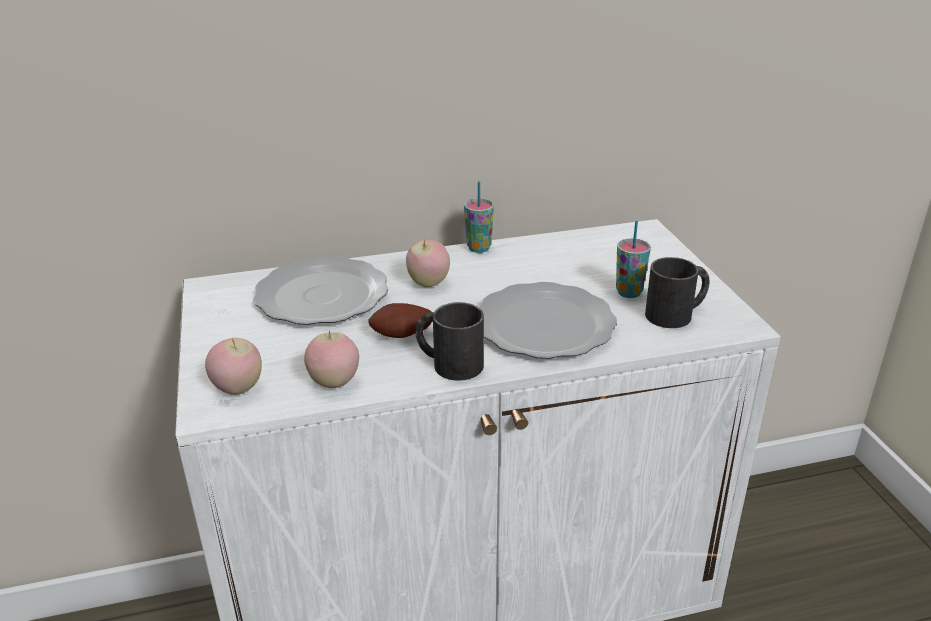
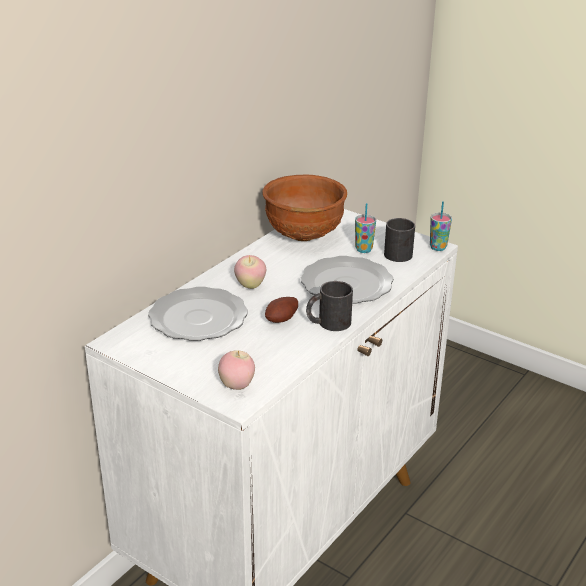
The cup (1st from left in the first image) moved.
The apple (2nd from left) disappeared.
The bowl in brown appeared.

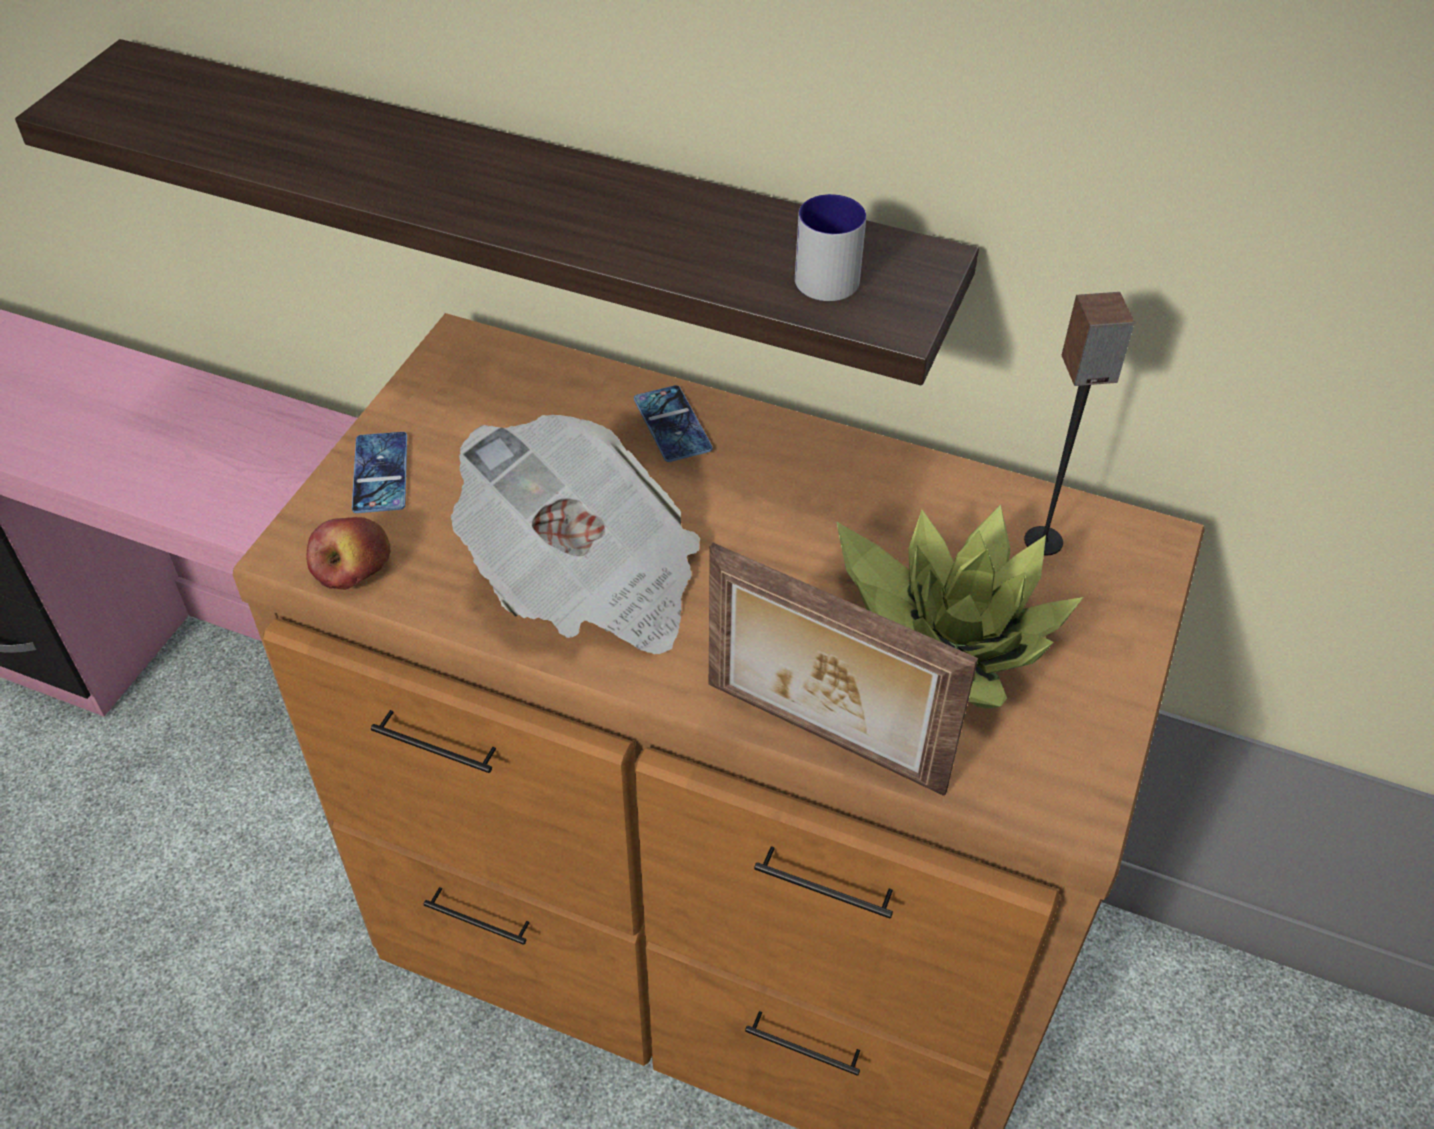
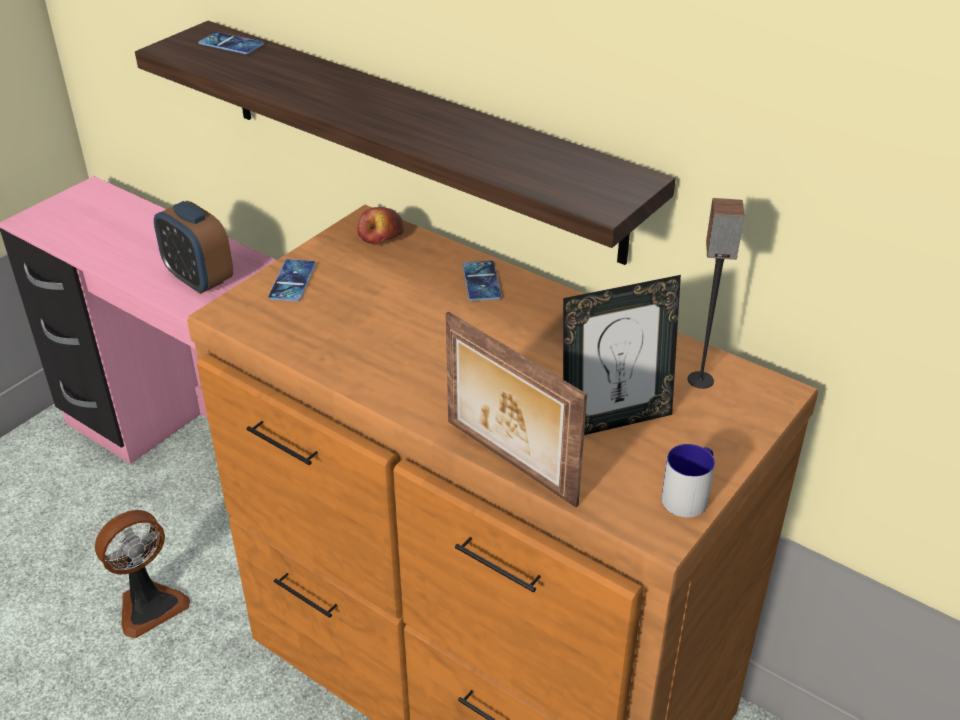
The mug moved.
The newspaper disappeared.
The potted plant was replaced by the picture frame (2nd from left).
The apple moved.
The phone (1st from left) appeared.
The alarm clock appeared.
The fan appeared.

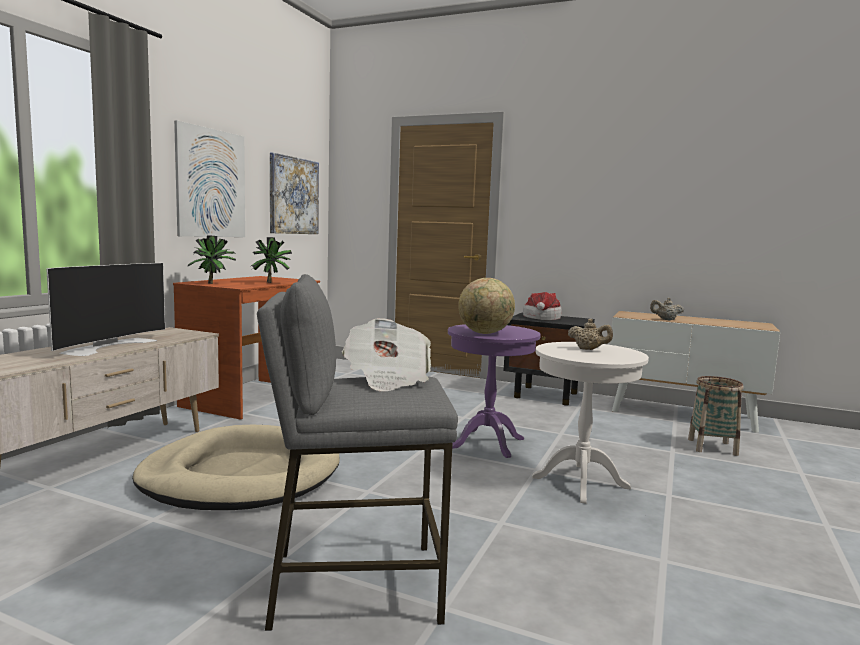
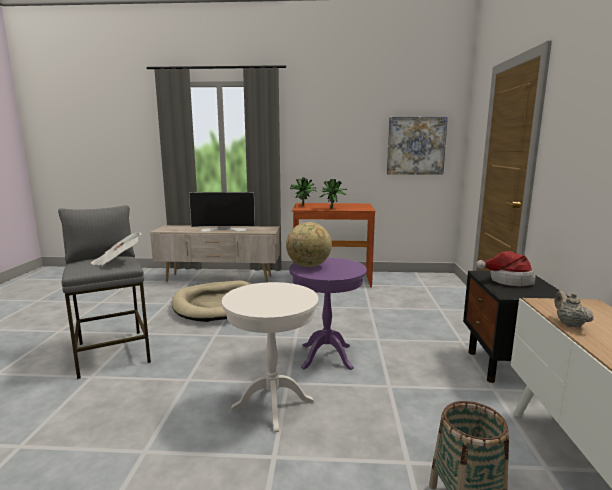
The picture (1st from left) disappeared.
The teapot in beige (1st from left) disappeared.

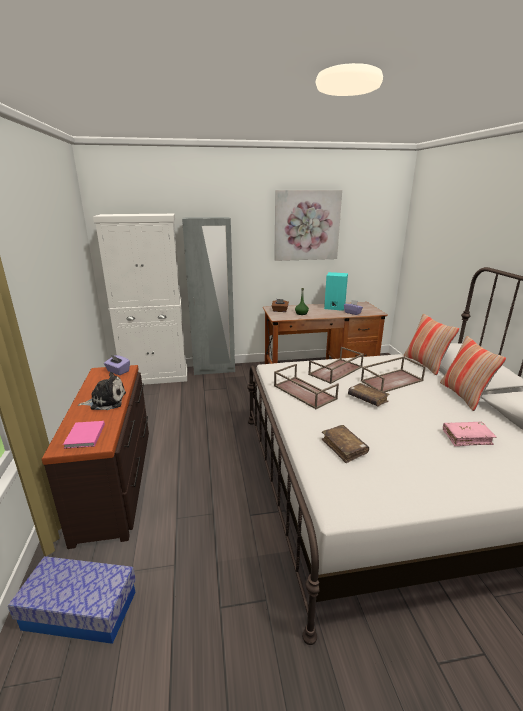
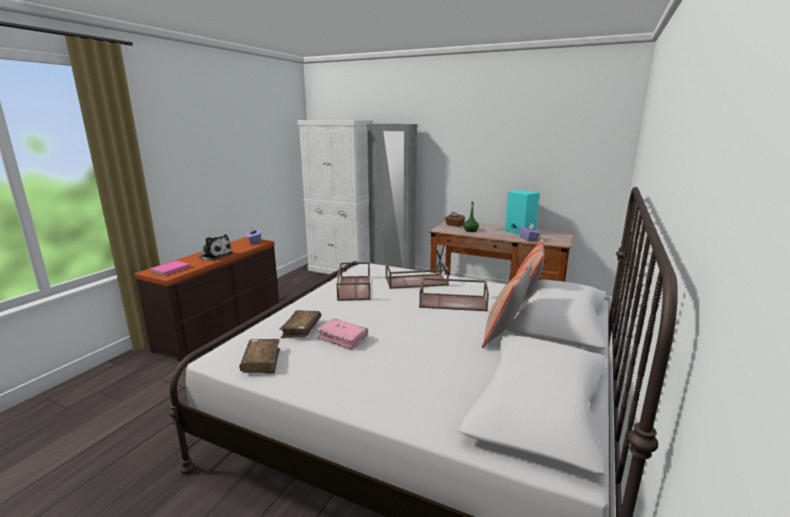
The picture disappeared.
The book in brown (2nd from left in the first image) moved.
The book in pink (2nd from left) moved.
The storage box disappeared.

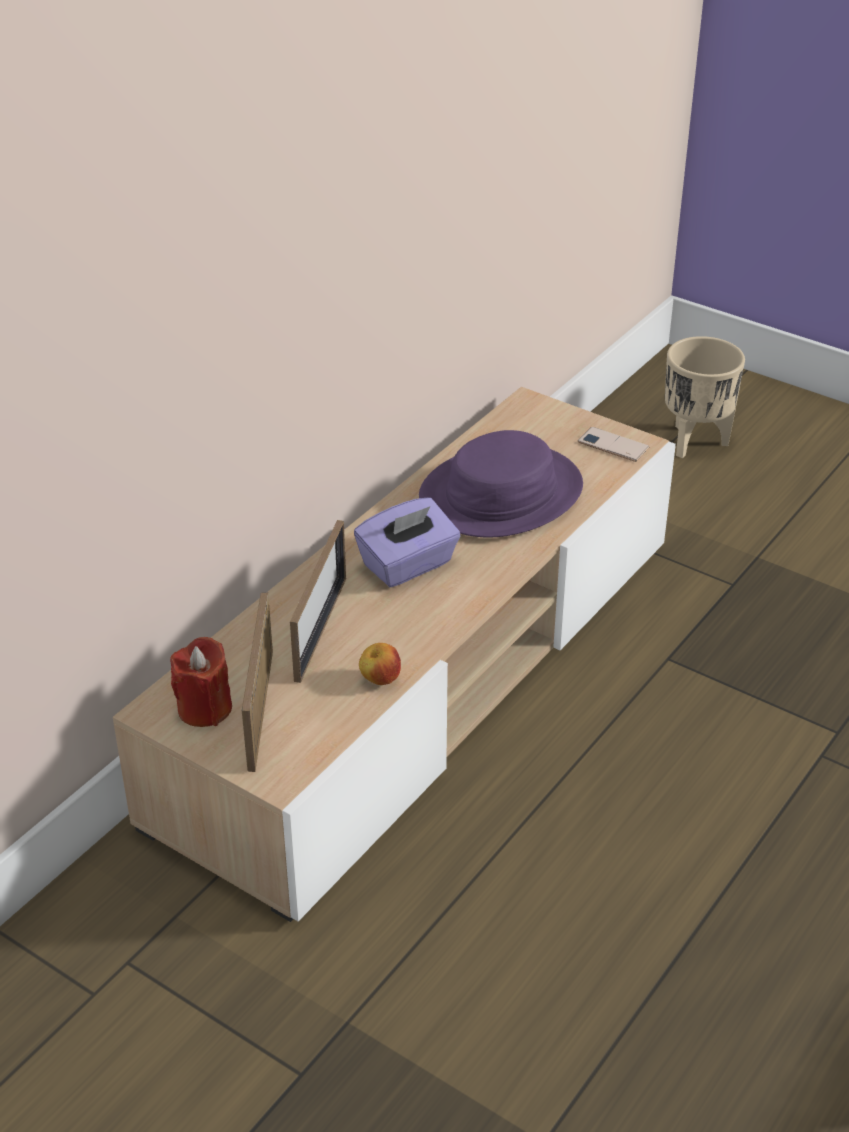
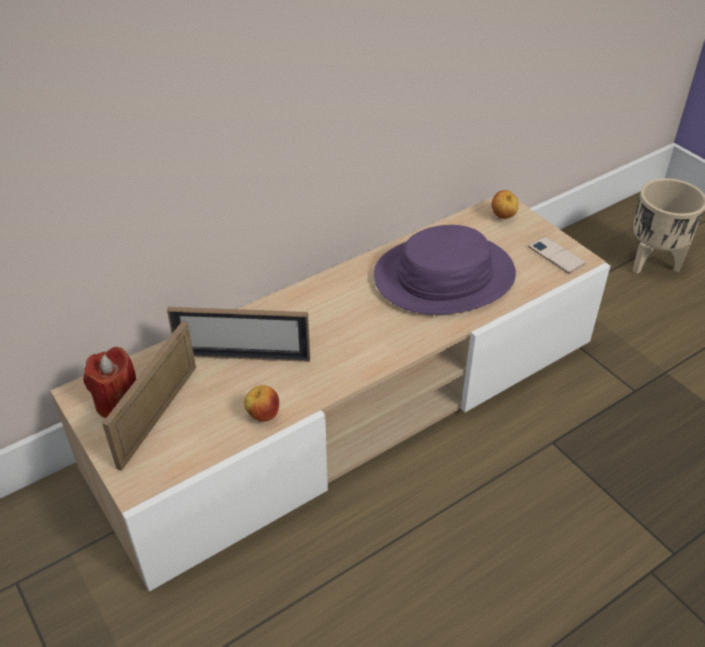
The tissue box in purple disappeared.
The picture frame (2nd from left) turned 60 degrees clockwise.
The apple (2nd from left) appeared.

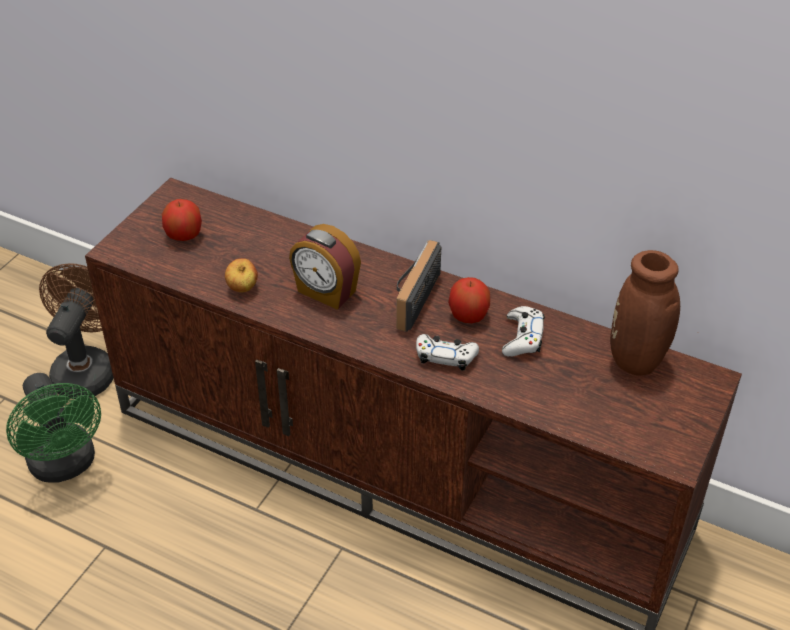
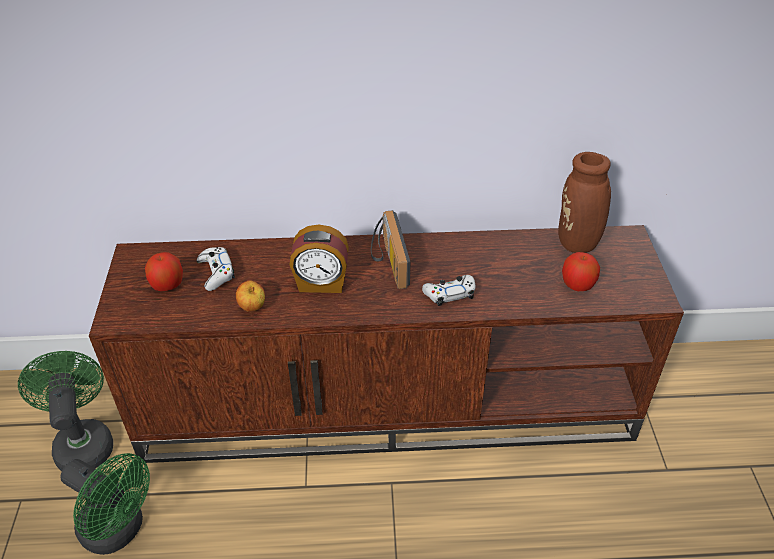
The fan in brown became the fan in green (1st from left).
The apple (3rd from left) moved.
The game controller in white (2nd from left in the first image) moved.

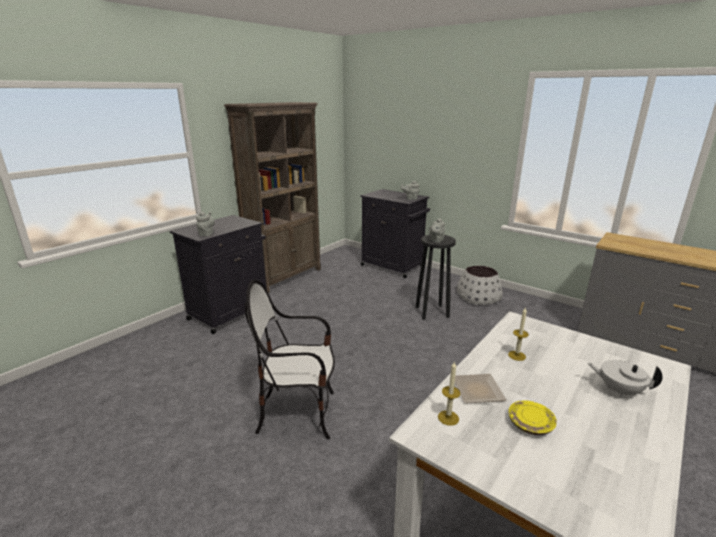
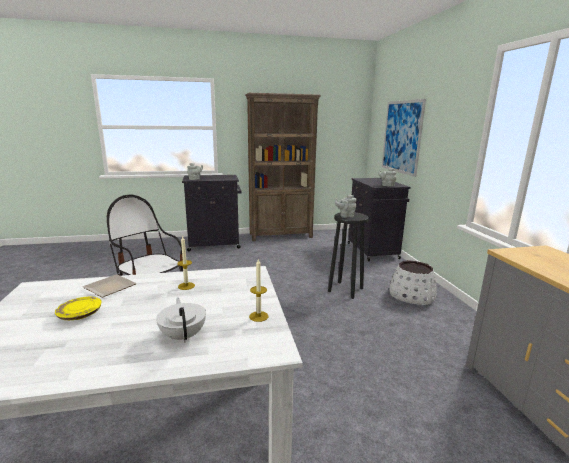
The candle (1st from left in the first image) moved.
The picture appeared.

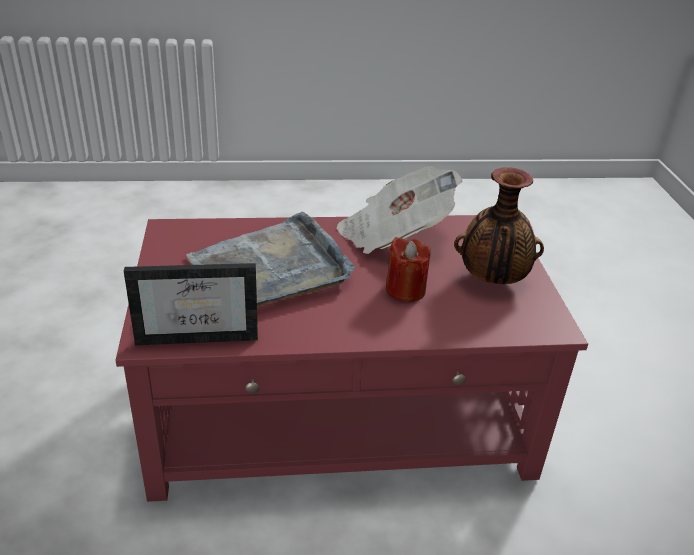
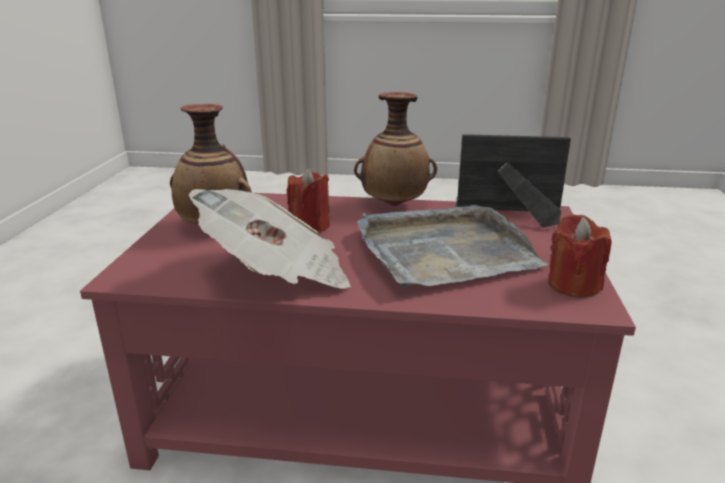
The vase (2nd from left) appeared.
The candle in red (2nd from left) appeared.

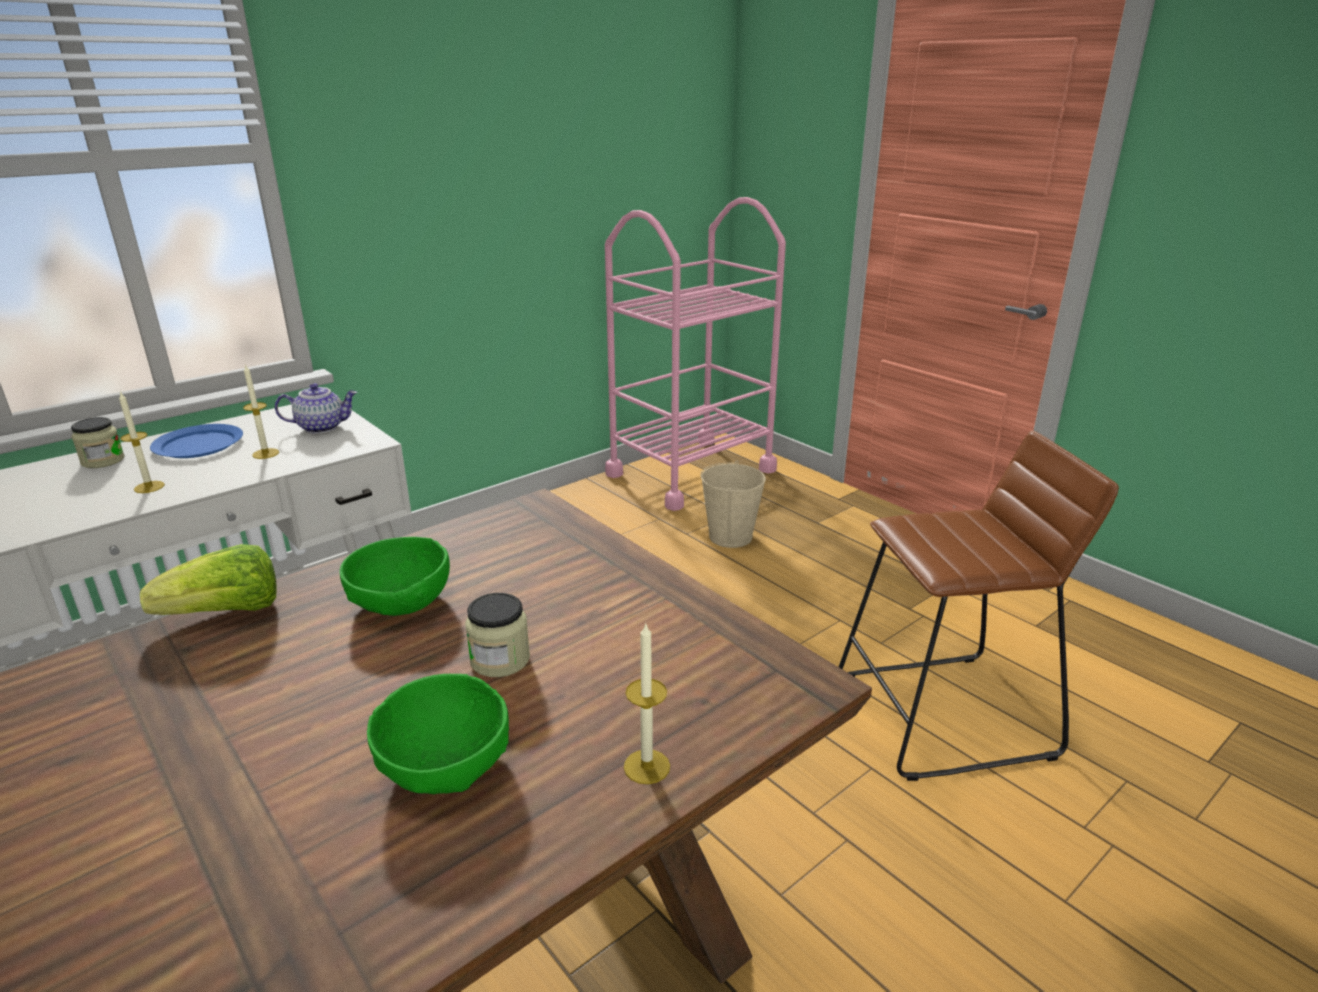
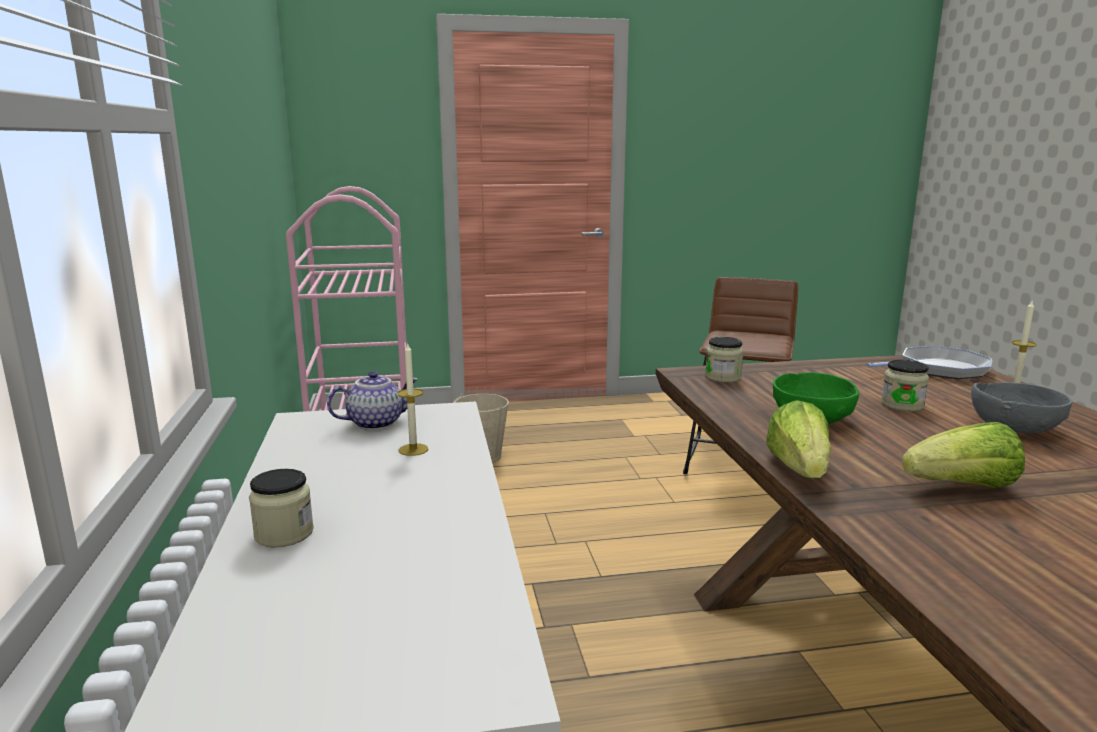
The teapot turned 45 degrees clockwise.
The candle (1st from left) disappeared.
The plate in blue disappeared.
The bowl in green (2nd from left) became the bowl in grey.
The jar (2nd from left) appeared.
The frying pan appeared.
The lettuce (2nd from left) appeared.

